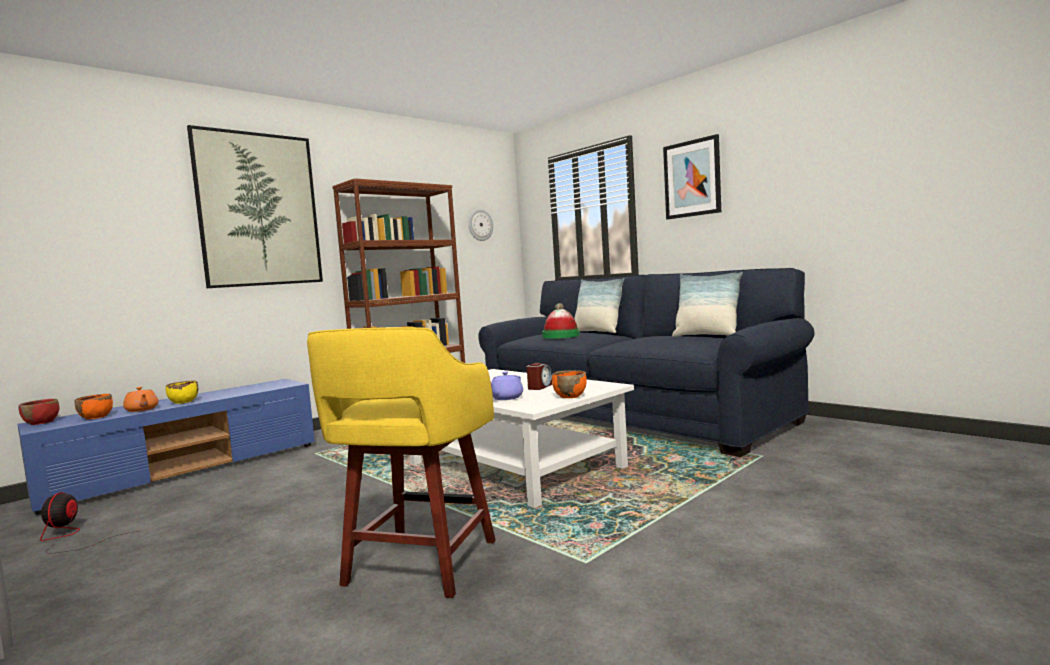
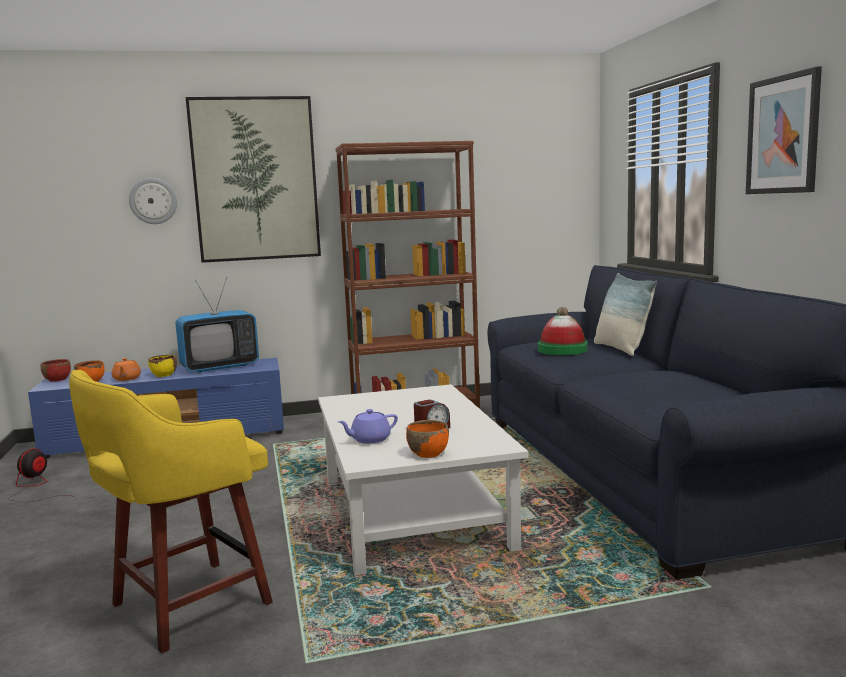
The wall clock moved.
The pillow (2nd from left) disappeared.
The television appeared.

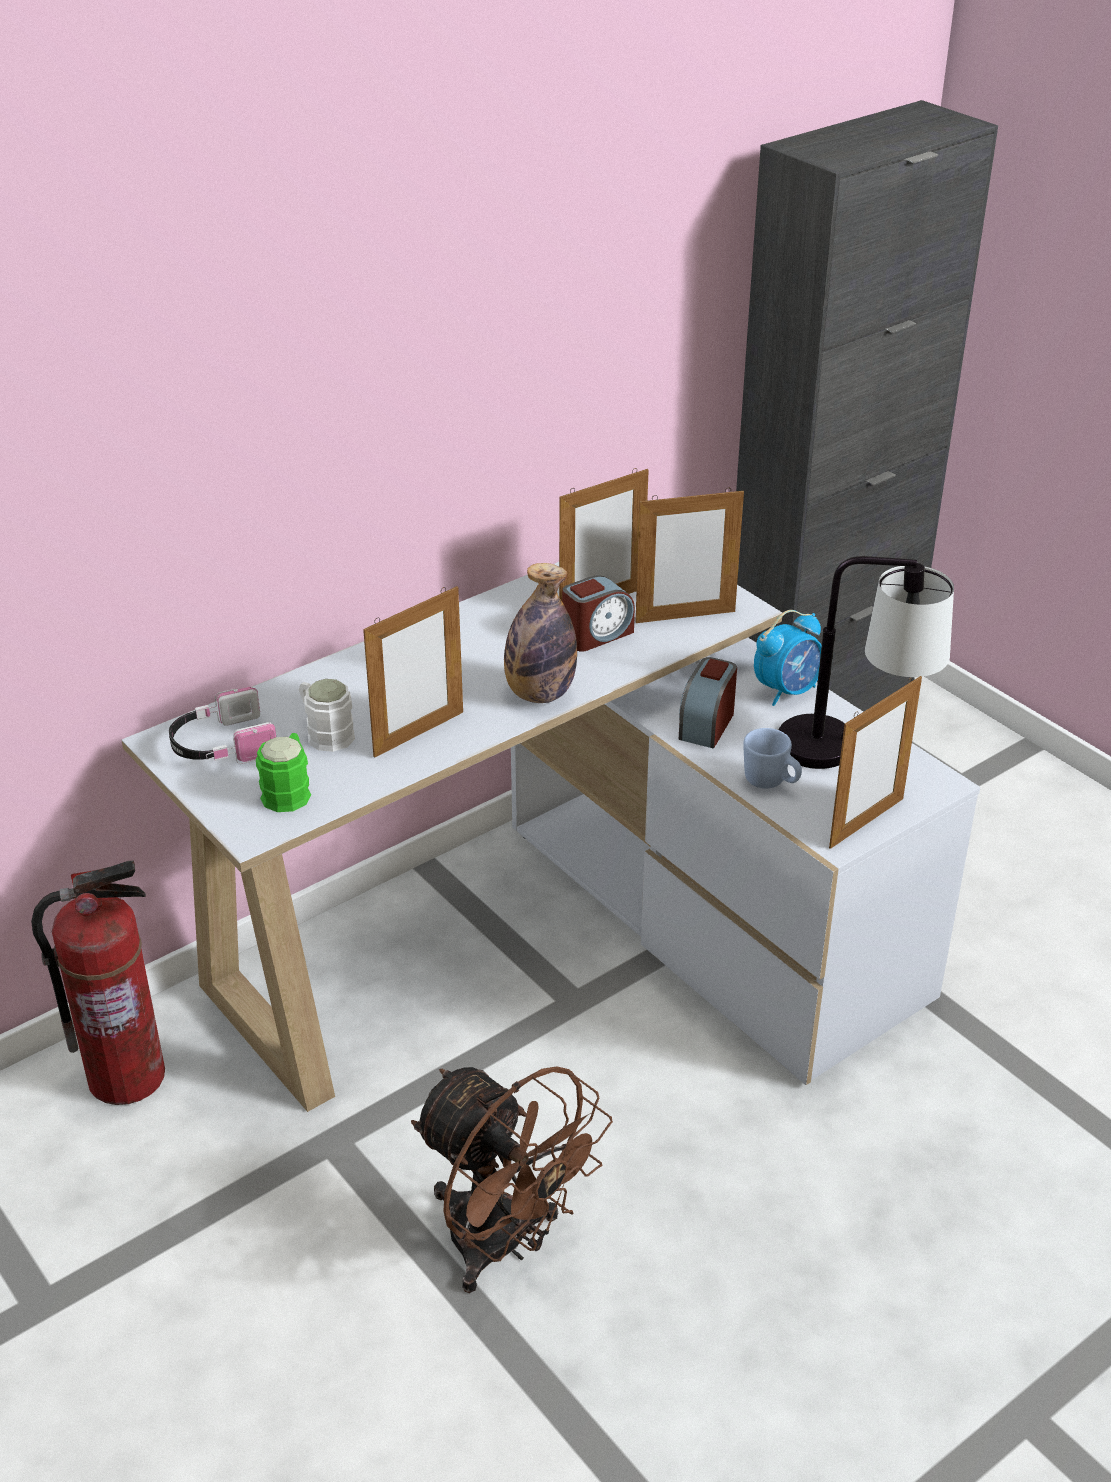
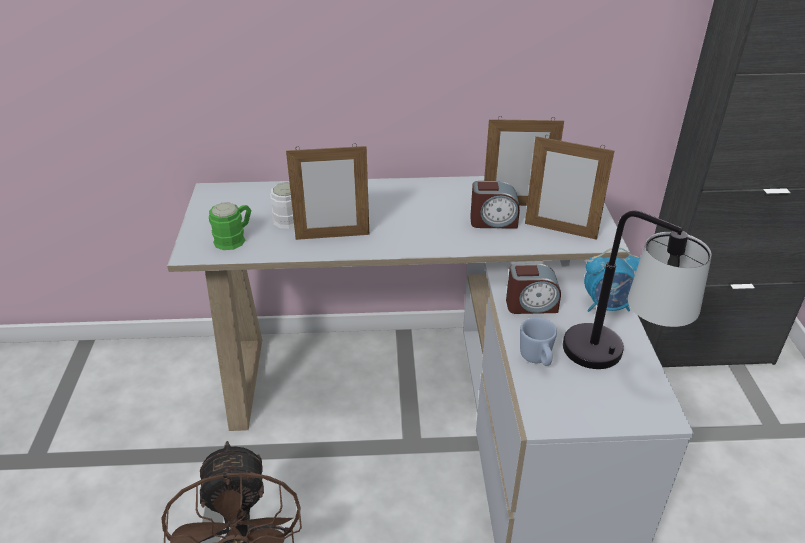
The bottle disappeared.
The alarm clock (2nd from left) turned 150 degrees counterclockwise.
The picture frame (4th from left) disappeared.
The headphones disappeared.
The fire extinguisher disappeared.

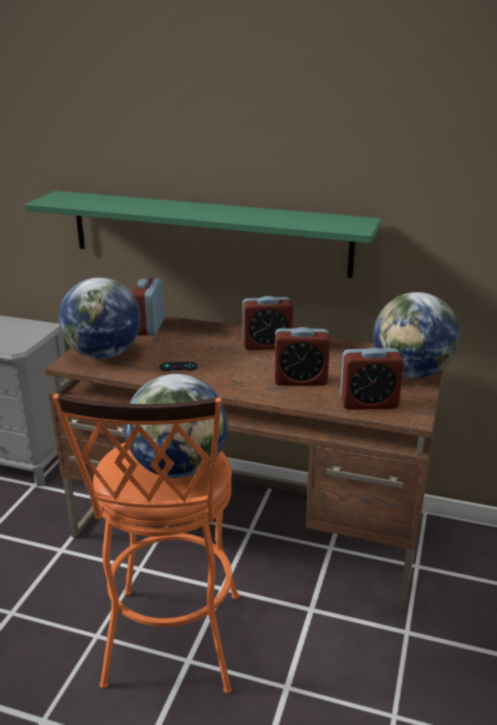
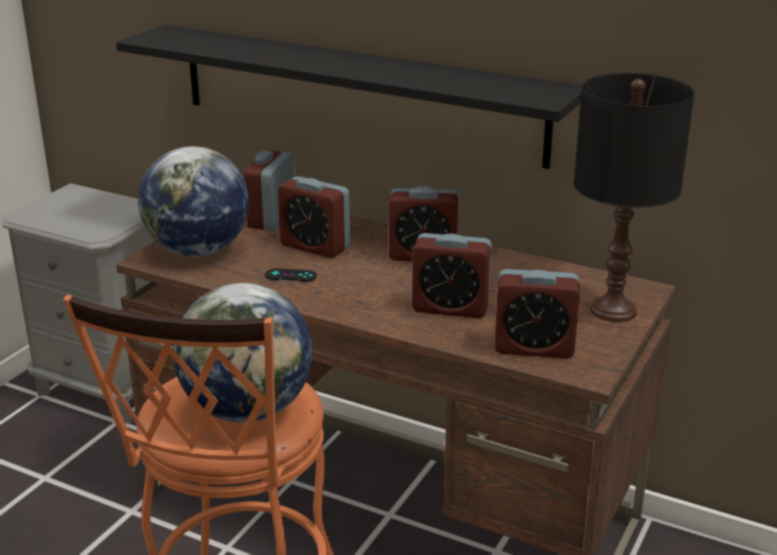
The shelf in green became the shelf in black.
The globe (3rd from left) was replaced by the table lamp in black.
The alarm clock (2nd from left) appeared.

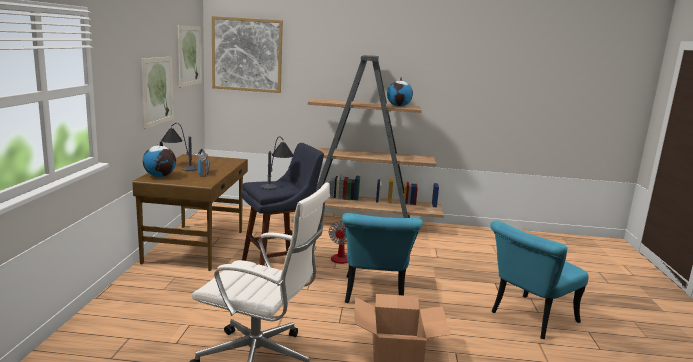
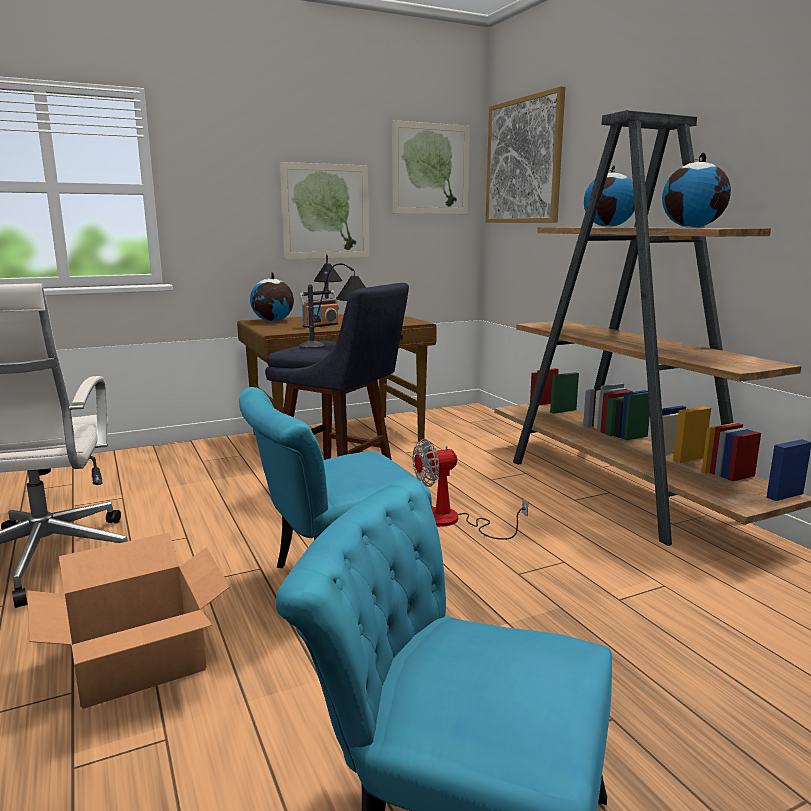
The globe (2nd from left) appeared.

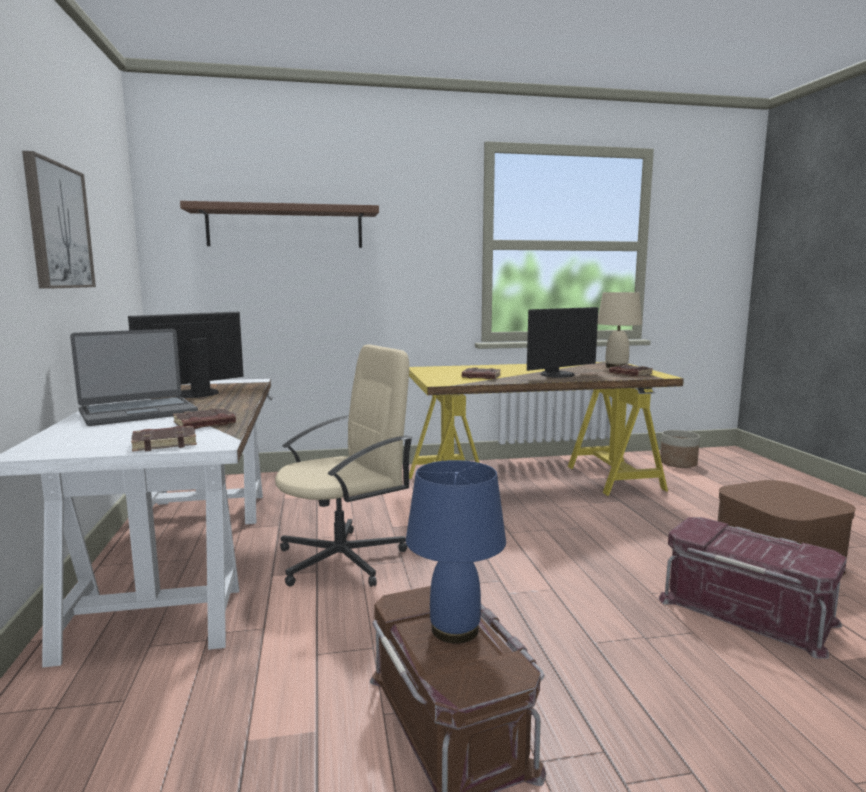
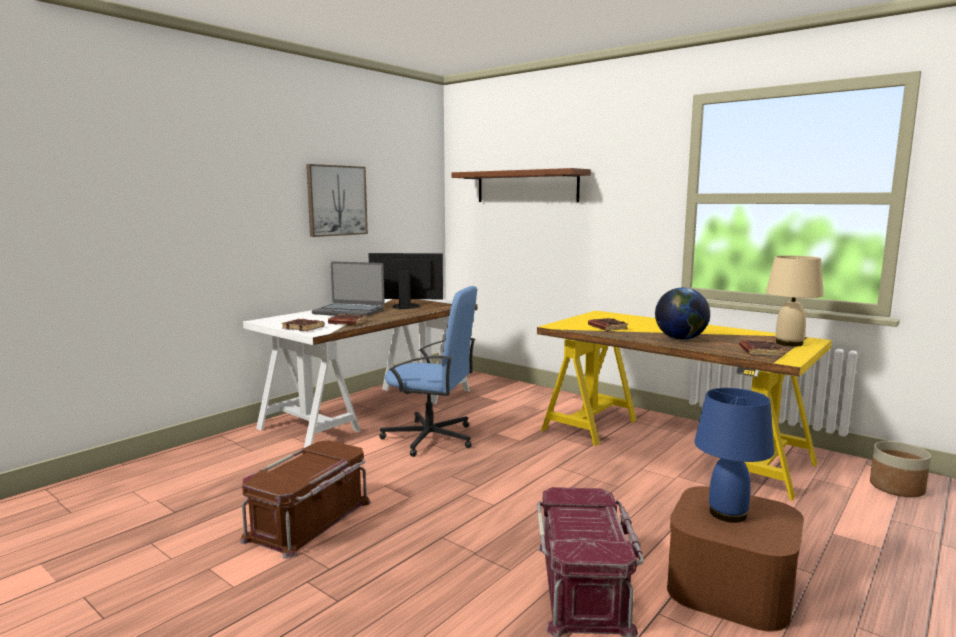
The monitor (2nd from left) was replaced by the globe.
The office chair in beige became the office chair in blue.
The table lamp in blue moved.

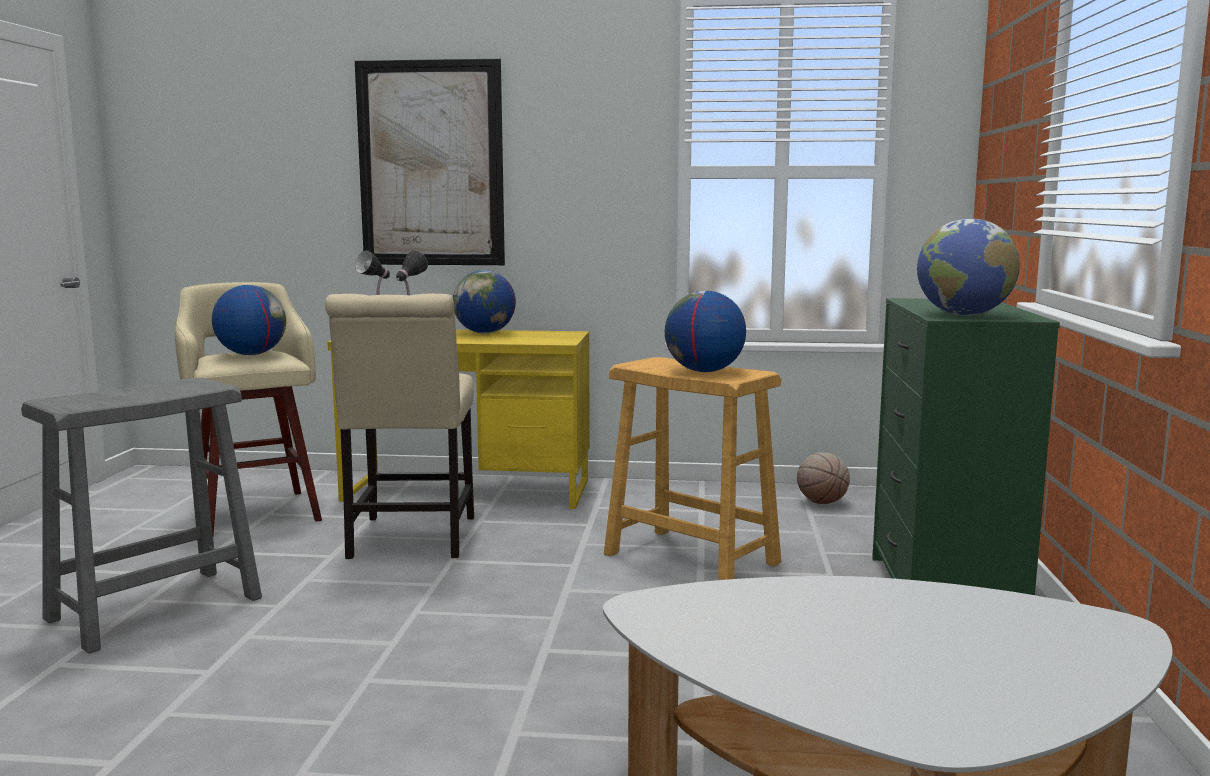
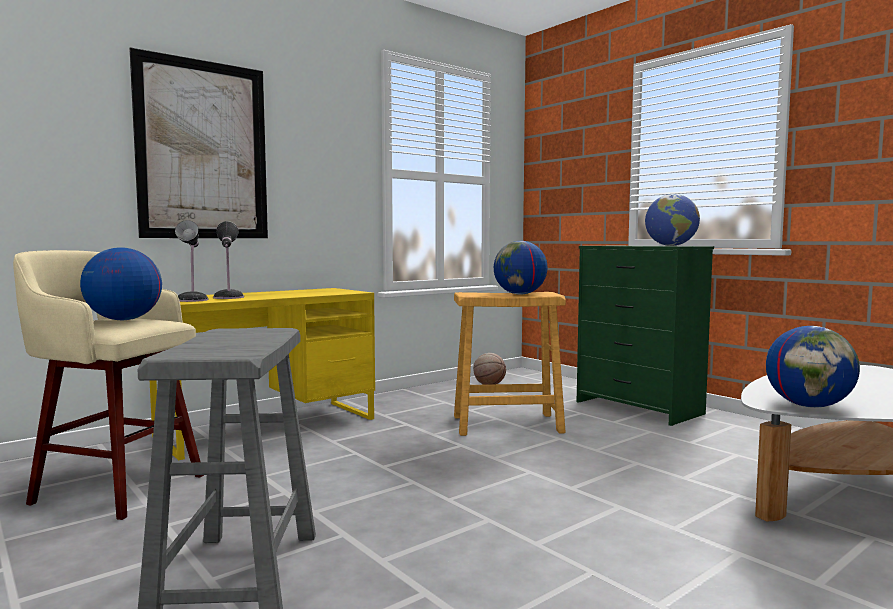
The globe (2nd from left in the first image) moved.
The chair in beige disappeared.

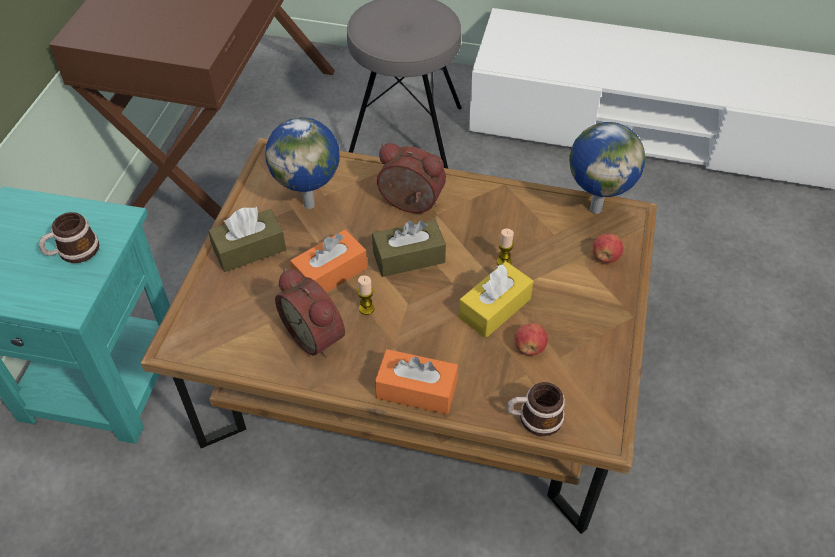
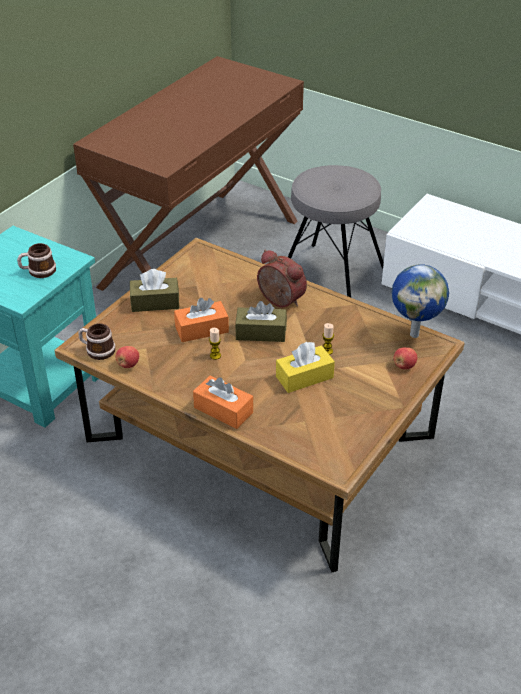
The globe (1st from left) disappeared.
The alarm clock (1st from left) disappeared.
The apple (1st from left) moved.
The mug (2nd from left) moved.

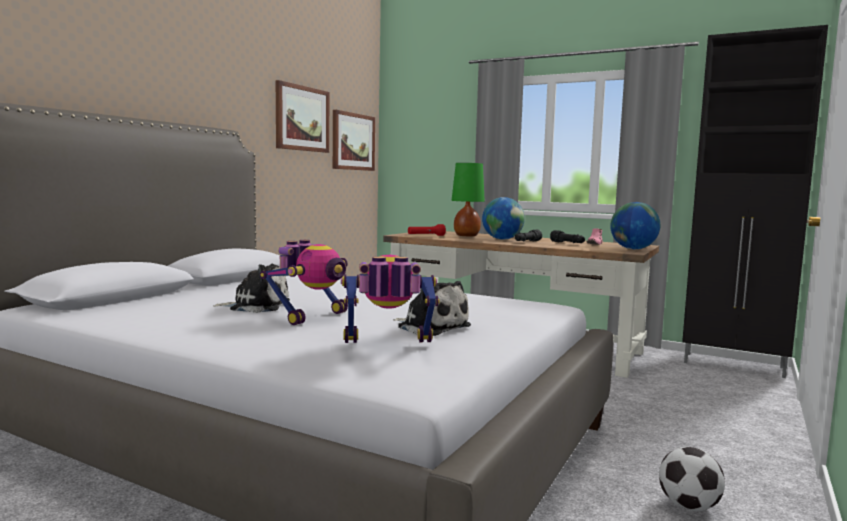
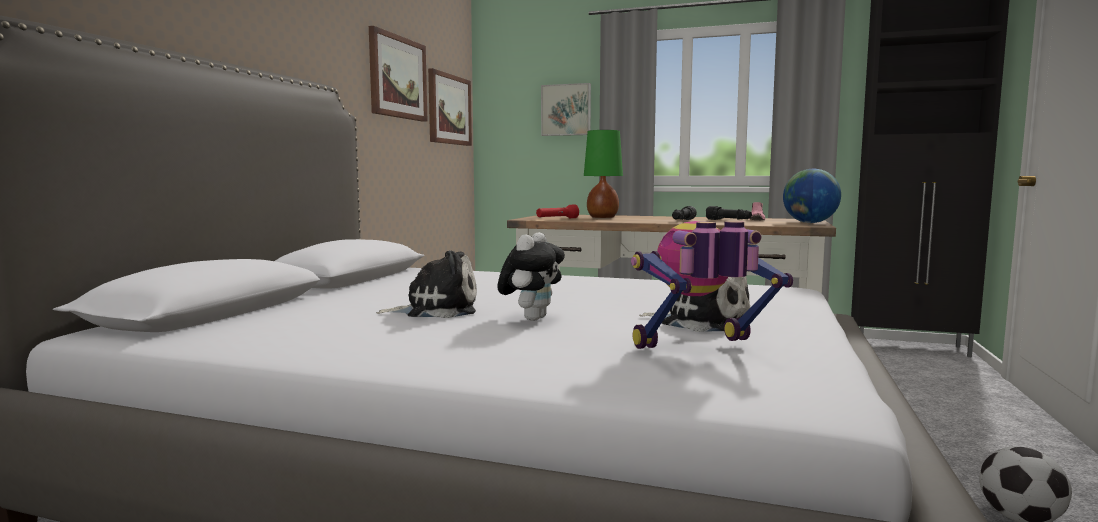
The globe (1st from left) disappeared.
The toy robot (1st from left) was replaced by the plush toy (2nd from left).
The picture (3rd from left) appeared.

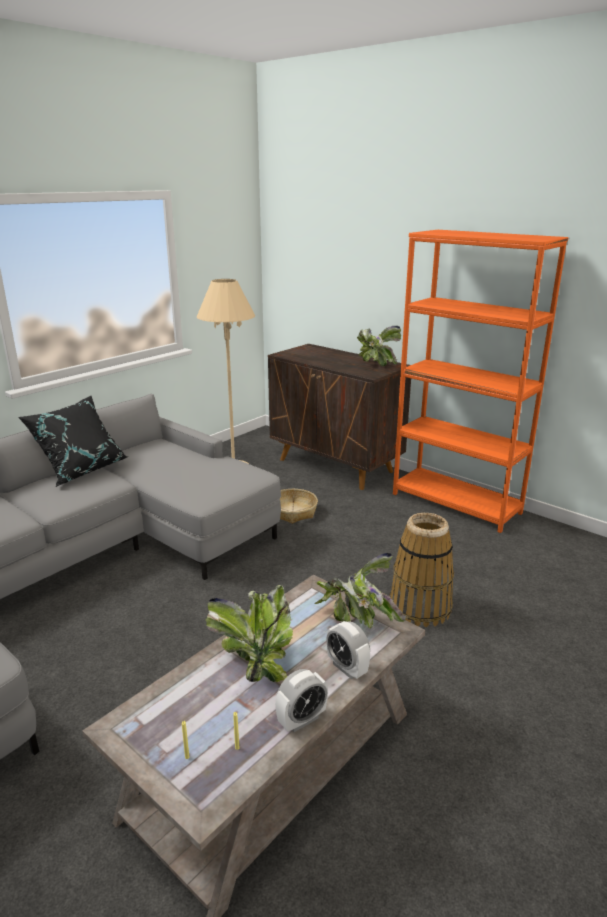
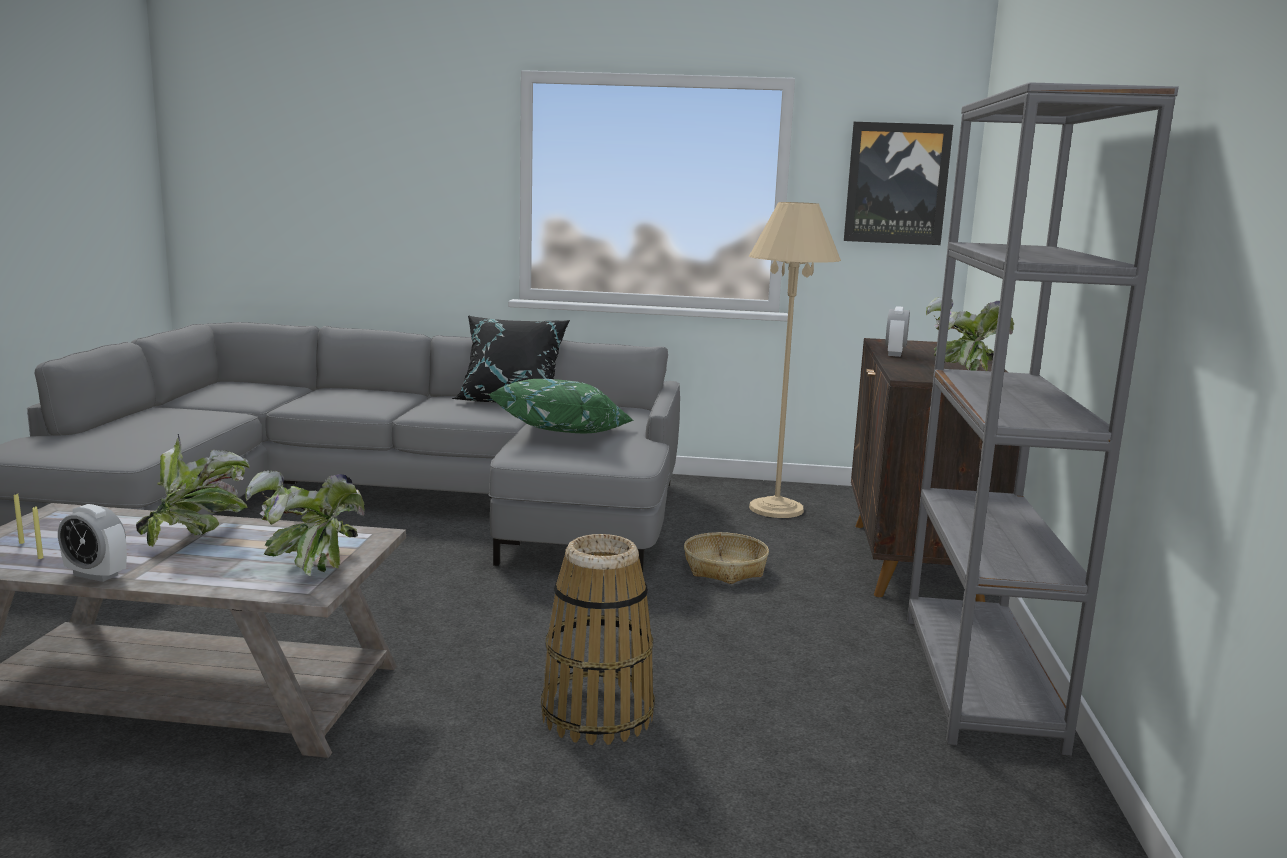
The bookcase in orange became the bookcase in grey.
The alarm clock (2nd from left) moved.
The picture appeared.
The pillow in green appeared.

